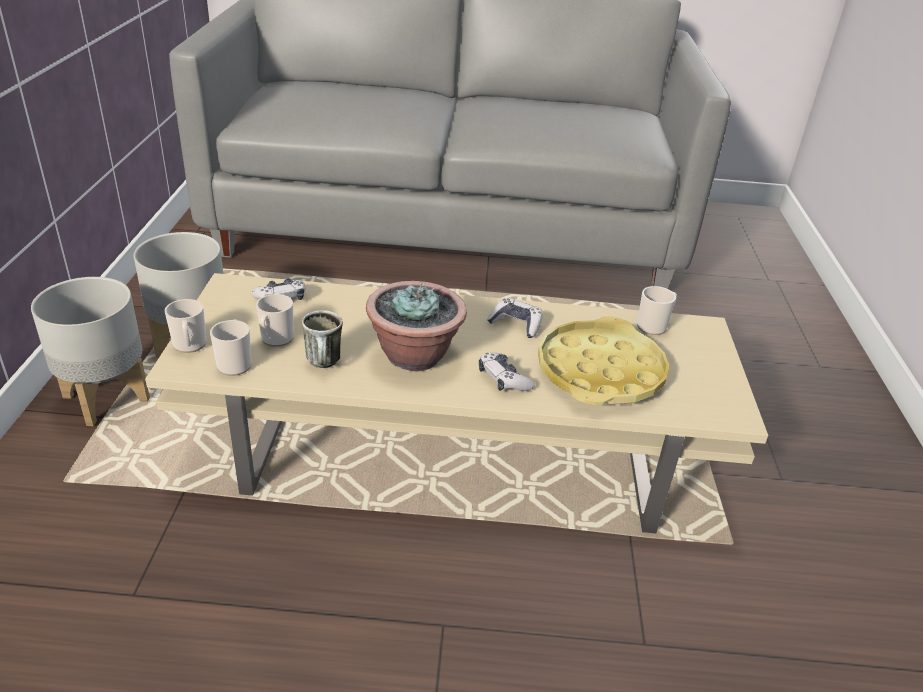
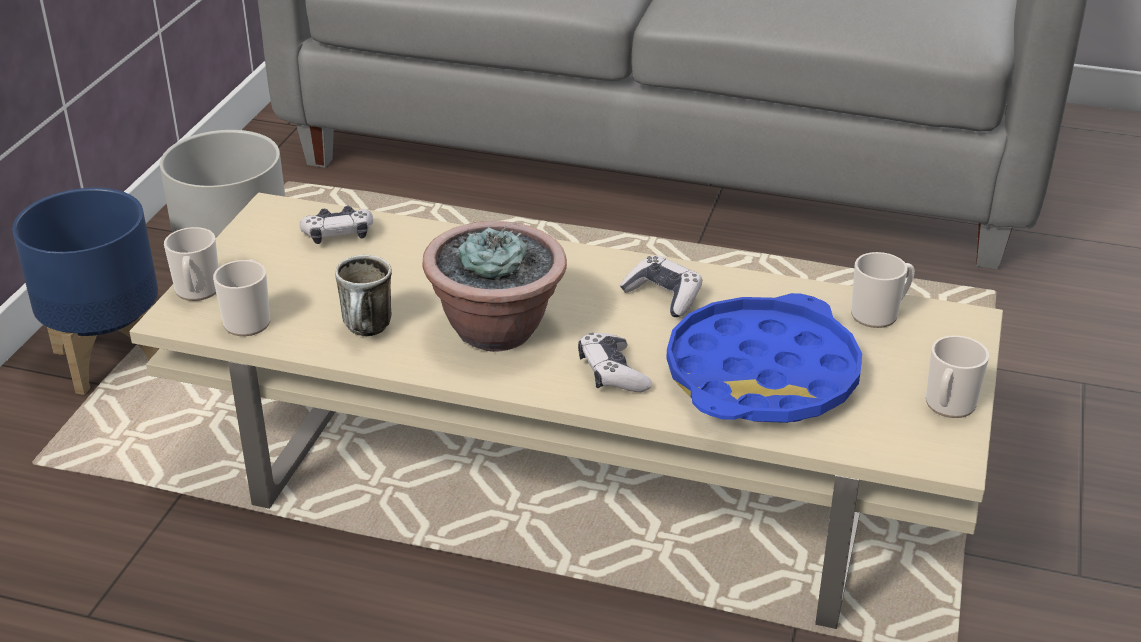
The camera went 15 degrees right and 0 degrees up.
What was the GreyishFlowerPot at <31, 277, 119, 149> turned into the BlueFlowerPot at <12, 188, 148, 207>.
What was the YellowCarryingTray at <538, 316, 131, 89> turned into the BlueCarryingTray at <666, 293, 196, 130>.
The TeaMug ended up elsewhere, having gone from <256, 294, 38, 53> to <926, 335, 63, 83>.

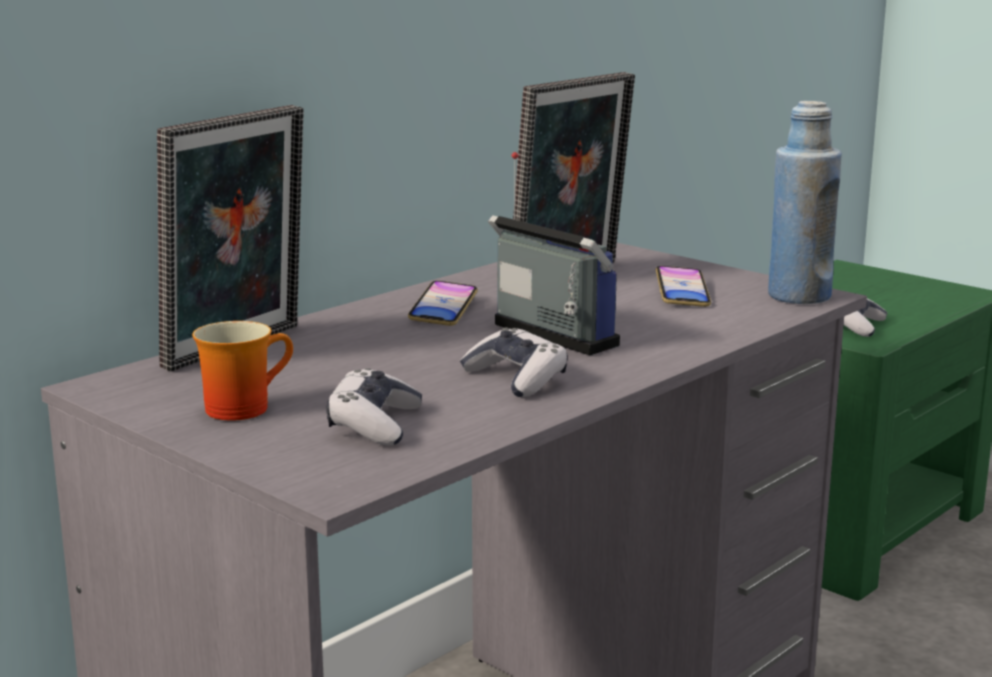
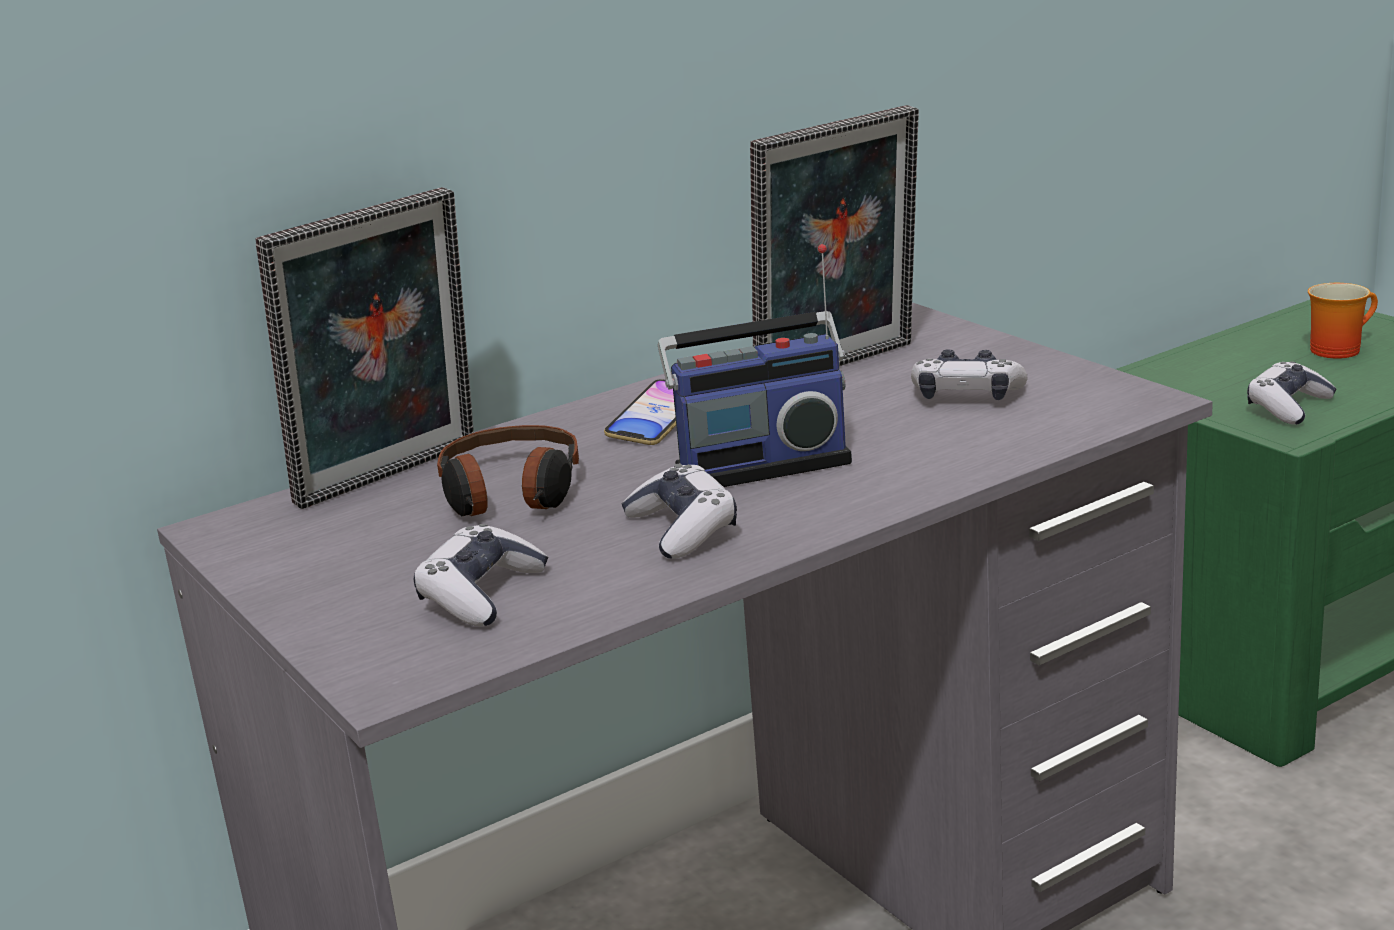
The camera went 15 degrees right and 5 degrees up.
The second view gained the PairOfHeadphones at <437, 425, 142, 91>.
The Radio at <488, 152, 132, 203> ended up facing another way, 105 degrees clockwise from before.
Where the Handset stood at <656, 266, 55, 41>, the Joypad came to stand at <911, 350, 116, 50>.
The TeaMug ended up elsewhere, having gone from <192, 321, 101, 100> to <1308, 283, 70, 76>.
The second view lost the BlueDrinkBottle at <768, 101, 74, 203>.

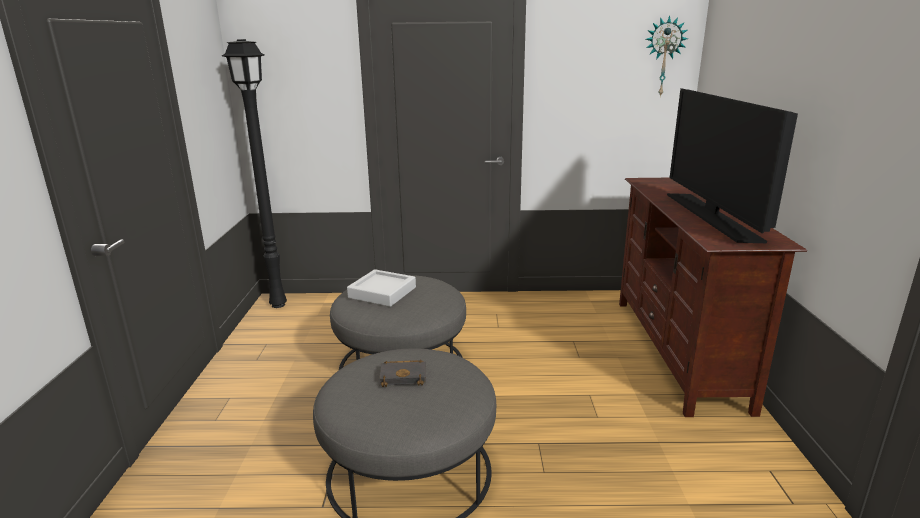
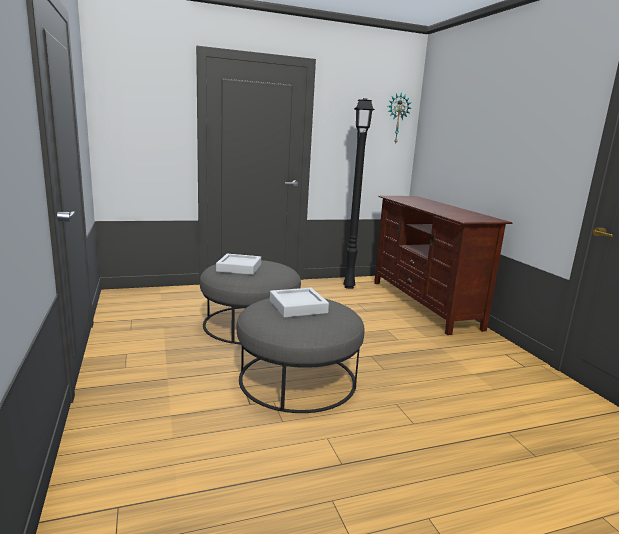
The camera went 20 degrees left and 5 degrees down.
Where the BlackColouredBook stood at <379, 360, 47, 27>, the GreyishCarryingTray came to stand at <270, 288, 59, 30>.
The BlackColouredStandardLamp ended up elsewhere, having gone from <222, 39, 65, 269> to <343, 98, 32, 191>.
The second view lost the Television at <667, 88, 131, 155>.

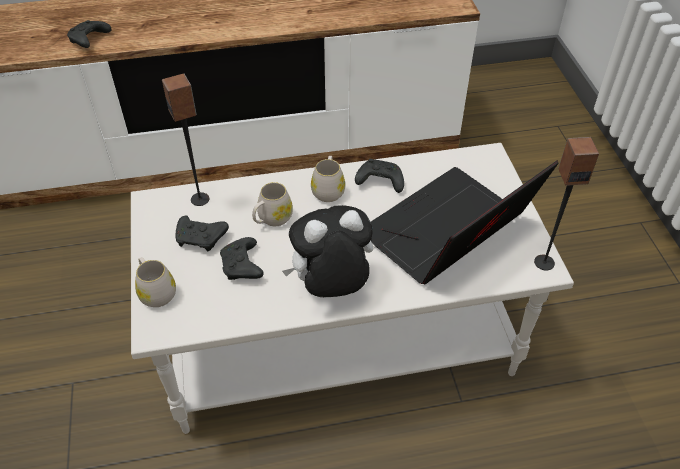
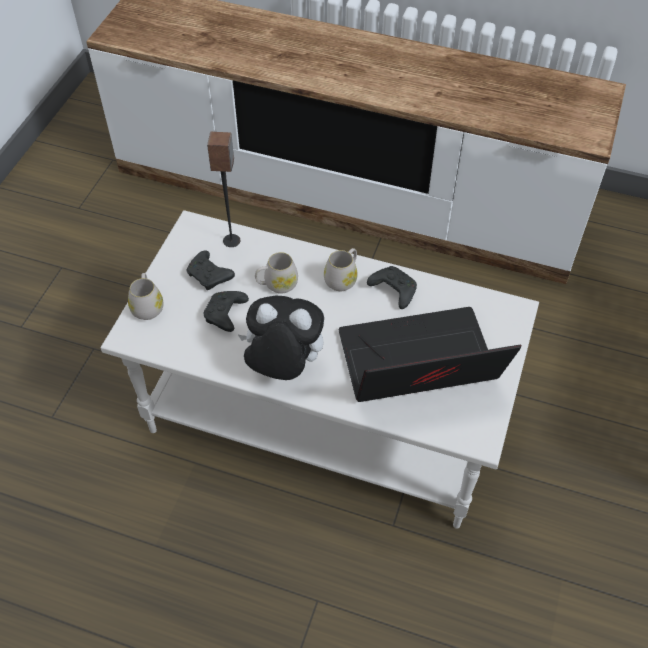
The camera went 30 degrees right and 5 degrees up.
The second view lost the BlackColouredJoypad at <67, 20, 44, 28>.
The second view lost the AudioSpeaker at <534, 137, 65, 133>.

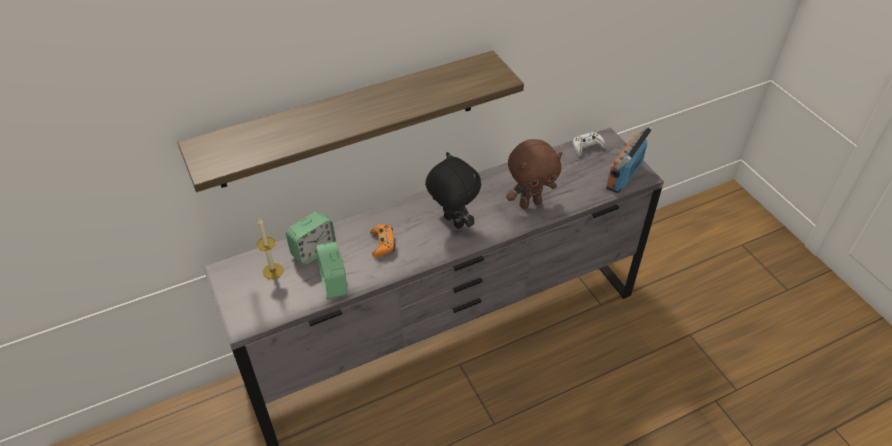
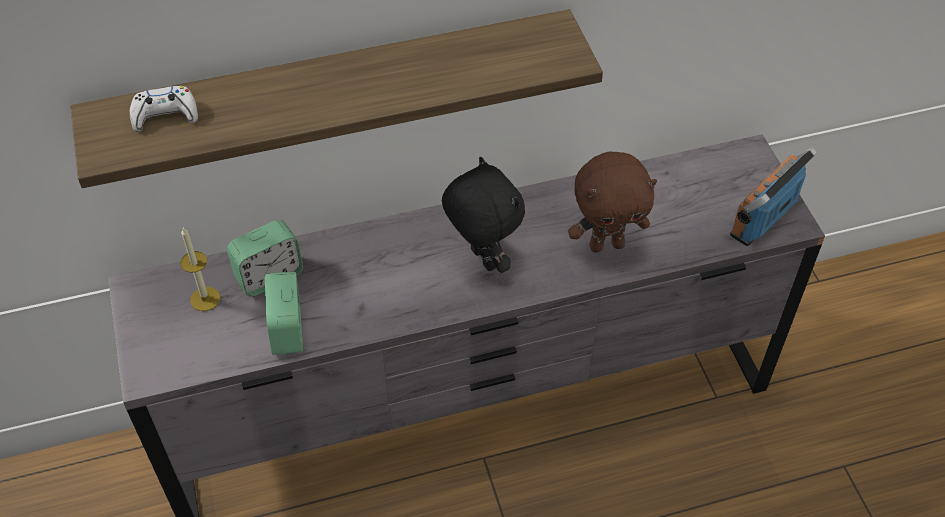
The camera went 10 degrees right and 5 degrees up.
The WhiteColouredJoypad ended up elsewhere, having gone from <573, 132, 33, 25> to <130, 86, 68, 46>.
The second view lost the OrangeyJoypad at <370, 224, 25, 34>.

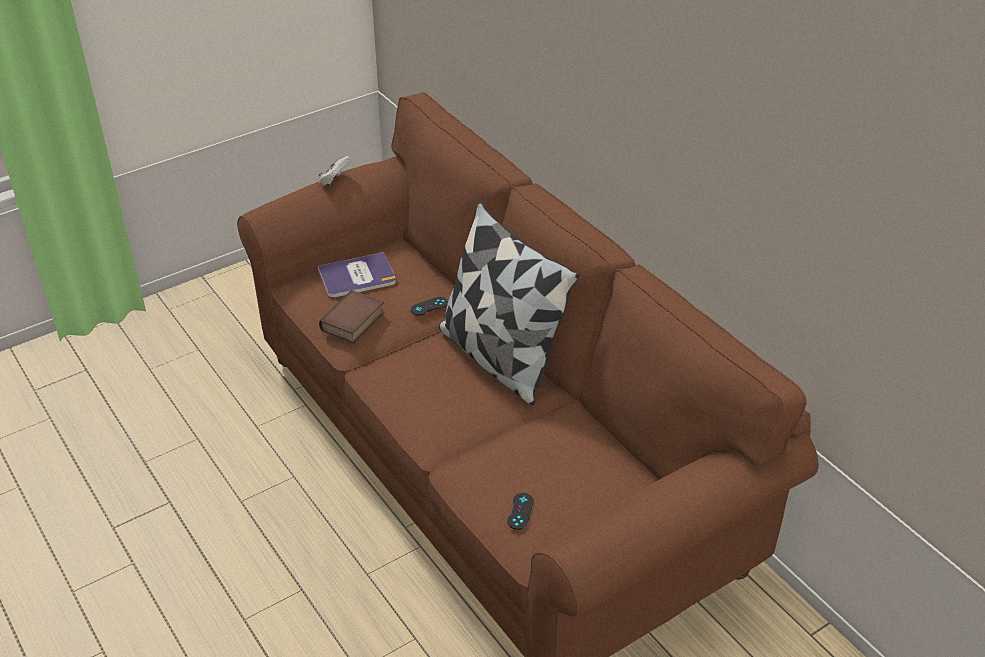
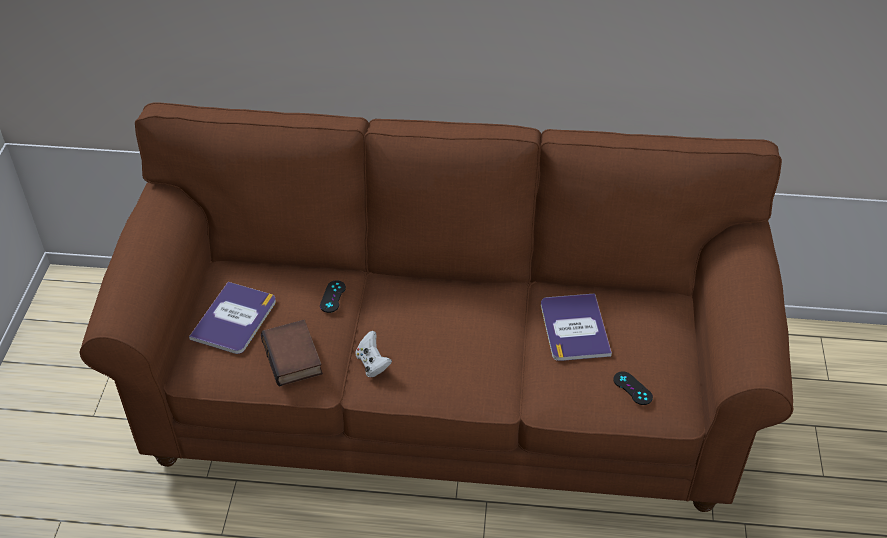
The camera went 50 degrees left and 5 degrees up.
The WhiteColouredJoypad ended up elsewhere, having gone from <318, 156, 33, 29> to <355, 331, 37, 47>.
The second view gained the Book at <541, 293, 71, 68>.
The second view lost the ThrowPillow at <439, 202, 140, 203>.

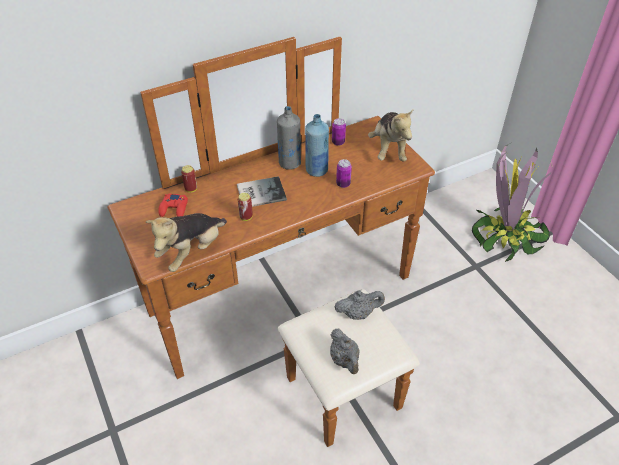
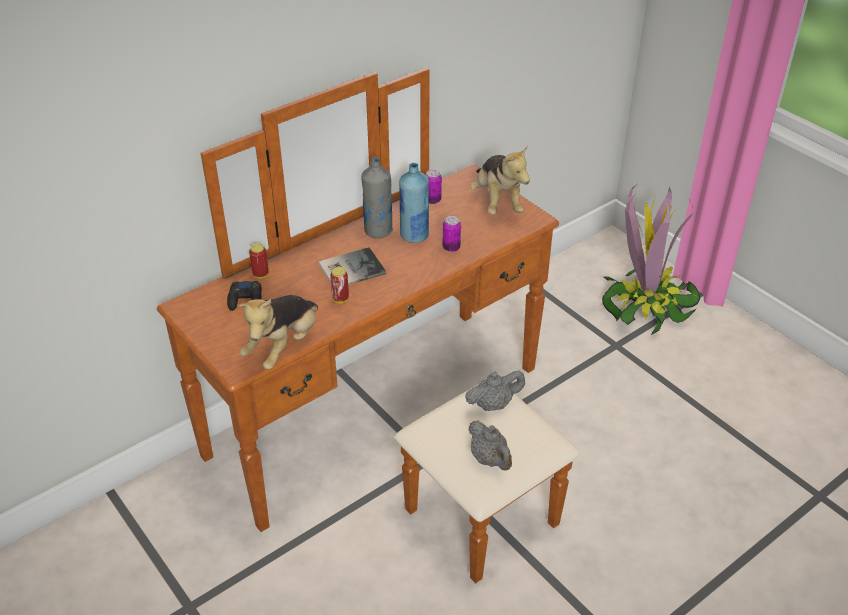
The camera went 10 degrees left and 5 degrees down.
What was the RedColouredJoypad at <158, 193, 30, 24> turned into the BlackColouredJoypad at <227, 281, 35, 30>.

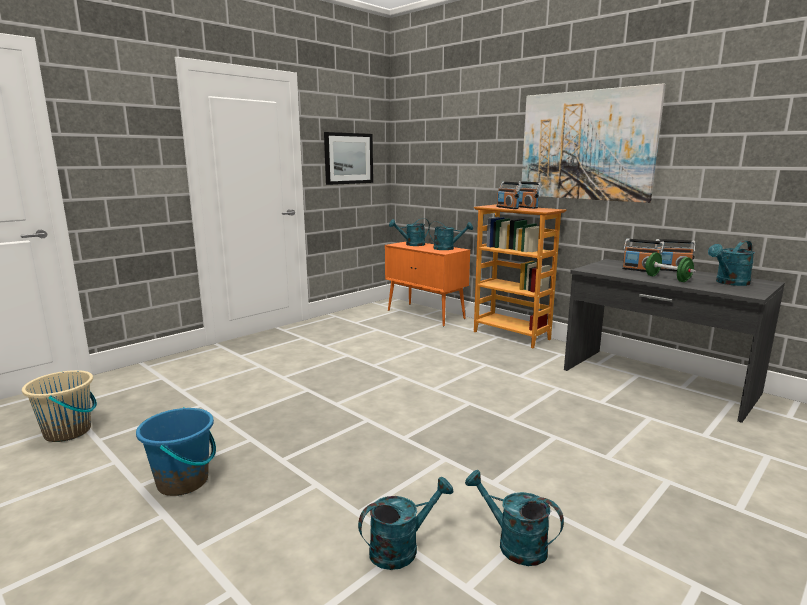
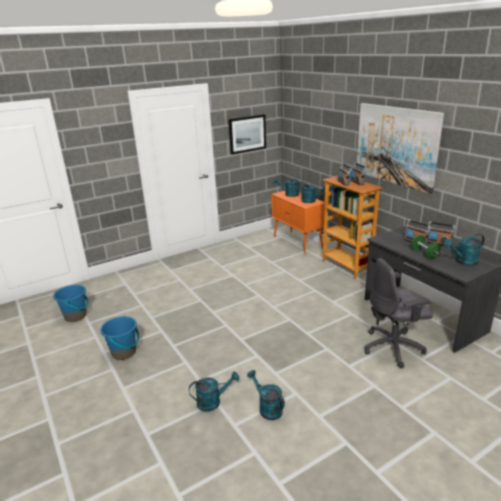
The camera went 15 degrees right and 10 degrees up.
What was the BeigeWaterBucket at <22, 370, 75, 72> turned into the BlueWaterBucket at <53, 285, 36, 37>.
The second view gained the GreyishDeskChair at <365, 258, 68, 110>.

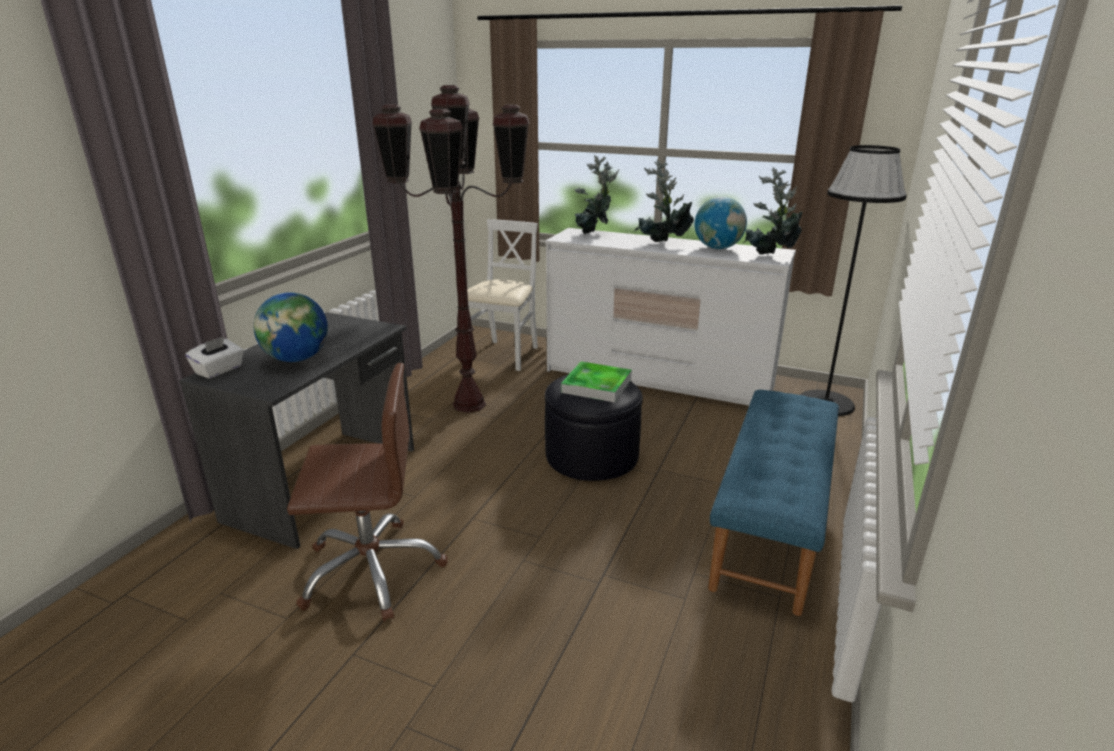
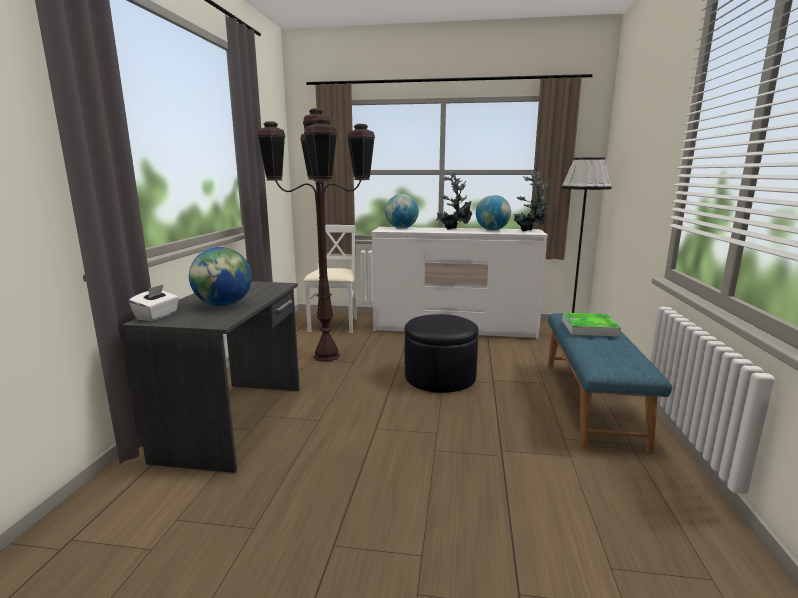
The camera went 15 degrees left and 10 degrees down.
Where the PottedPlant stood at <575, 155, 45, 79>, the WorldGlobe came to stand at <385, 194, 34, 35>.
The CarryingTray ended up elsewhere, having gone from <561, 361, 71, 42> to <562, 313, 59, 24>.
The second view lost the BrownishDeskChair at <287, 363, 160, 258>.

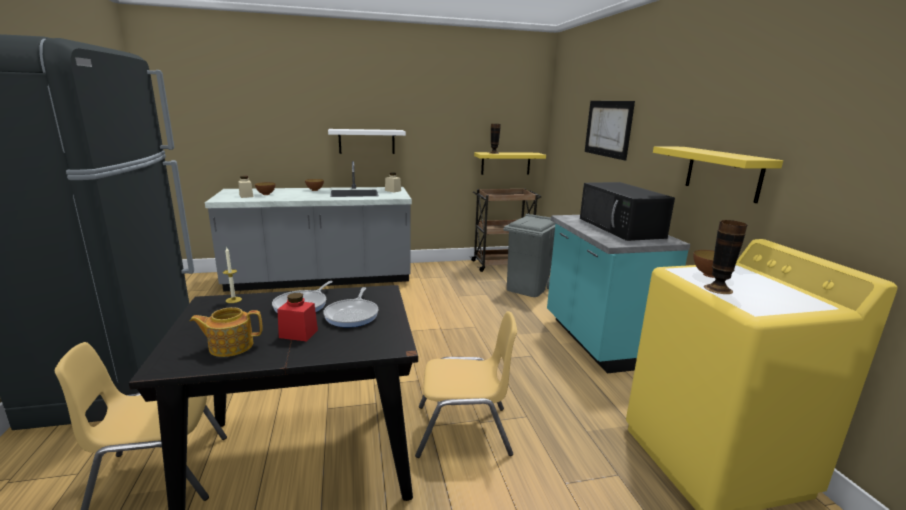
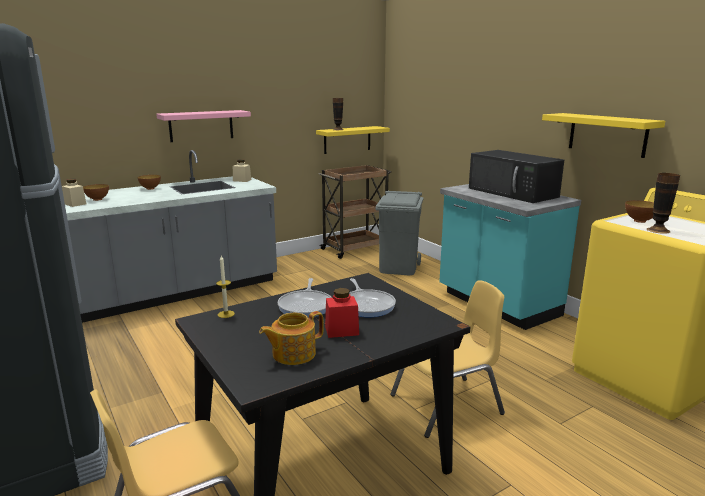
The camera went 20 degrees left and 0 degrees up.
What was the WhiteColouredWallShelf at <328, 129, 78, 25> turned into the PinkColouredWallShelf at <156, 110, 95, 32>.
The second view lost the Picture at <585, 101, 50, 60>.

